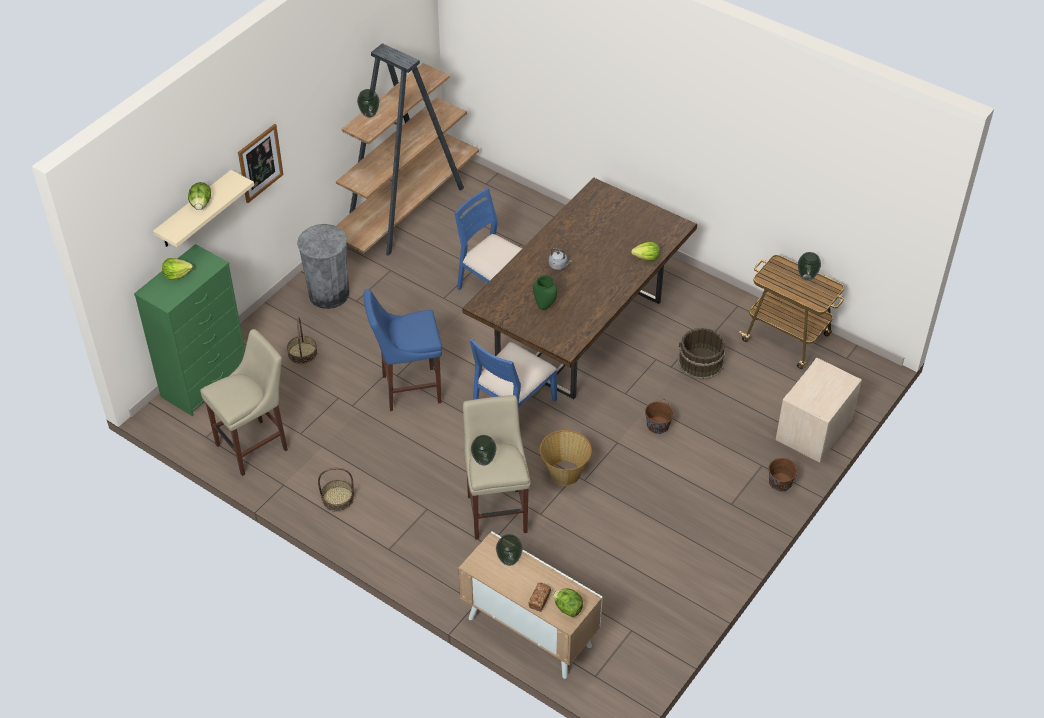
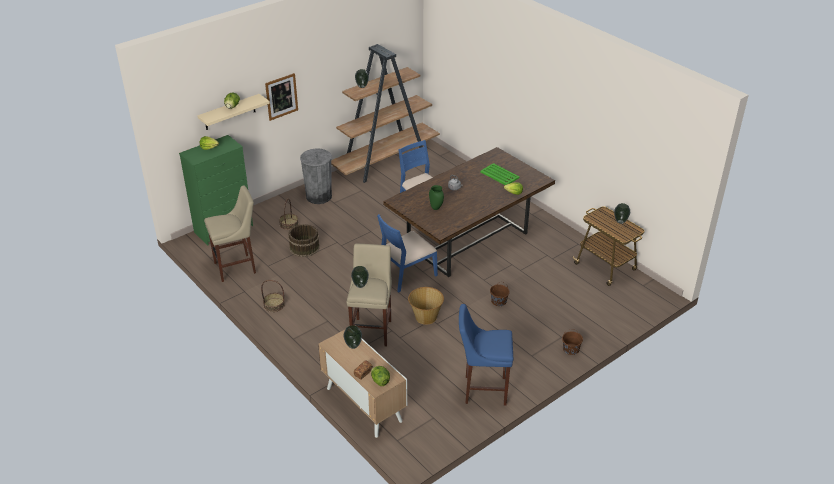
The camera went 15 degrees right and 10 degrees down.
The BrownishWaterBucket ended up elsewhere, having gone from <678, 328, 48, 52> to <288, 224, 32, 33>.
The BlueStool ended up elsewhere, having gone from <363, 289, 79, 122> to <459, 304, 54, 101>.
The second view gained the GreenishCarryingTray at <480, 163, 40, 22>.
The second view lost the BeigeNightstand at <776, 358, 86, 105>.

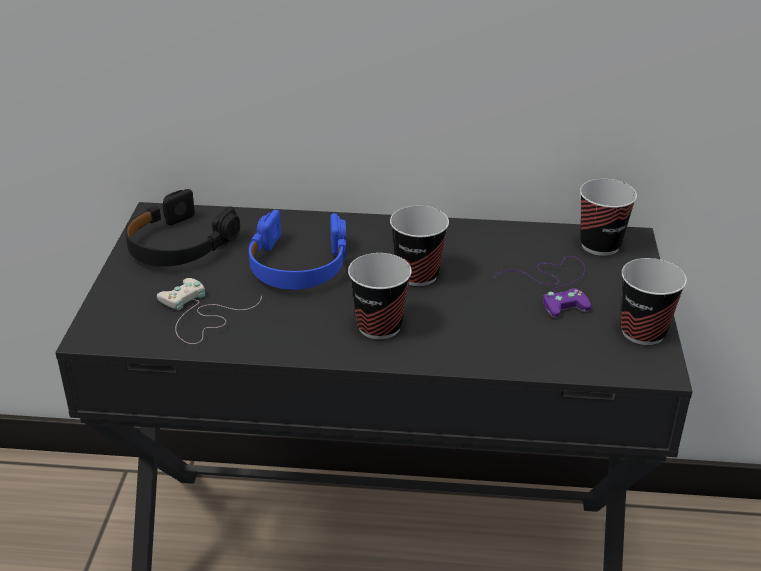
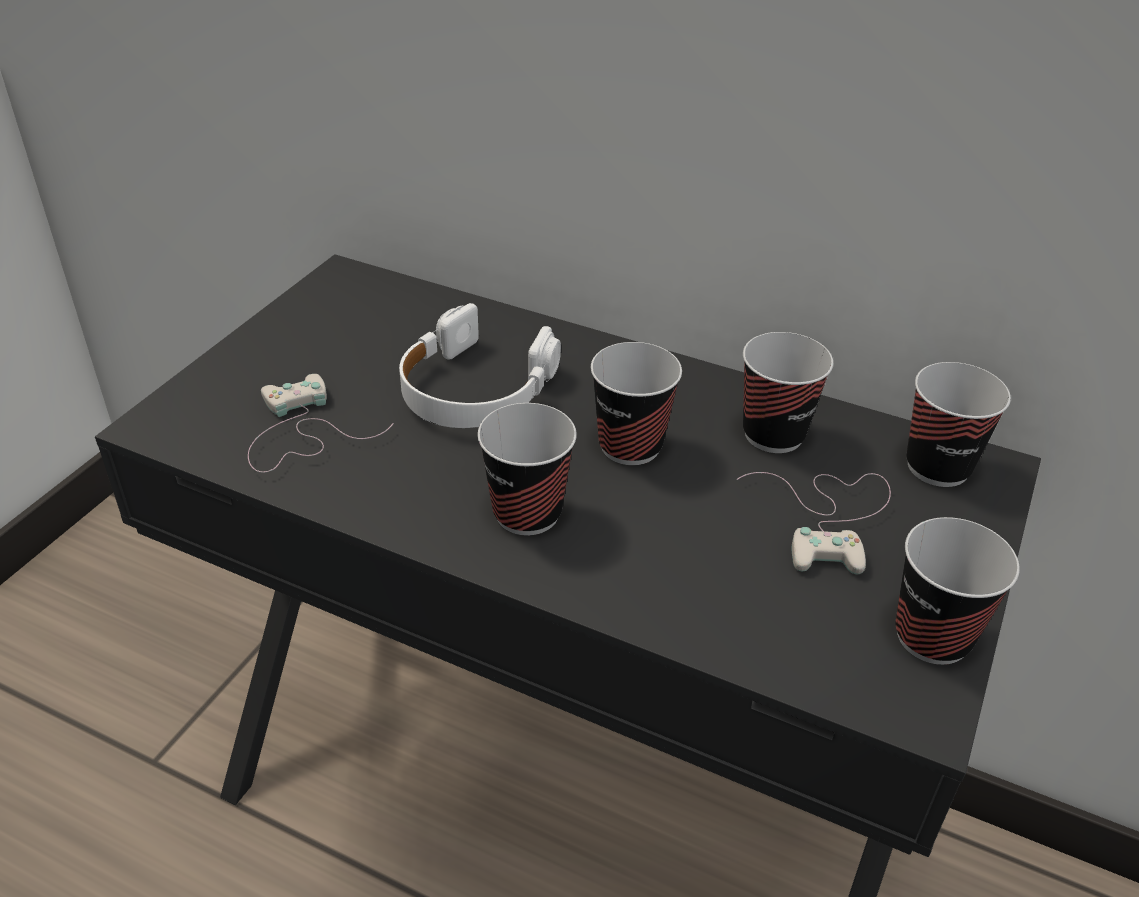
The camera went 20 degrees right and 5 degrees up.
What was the BluePairOfHeadphones at <248, 210, 98, 80> turned into the WhiteColouredPairOfHeadphones at <399, 303, 162, 125>.
What was the PurplishJoypad at <494, 256, 97, 62> turned into the WhiteColouredJoypad at <737, 472, 154, 102>.
The second view gained the DrinkingCup at <743, 332, 90, 121>.
The second view lost the BlackColouredPairOfHeadphones at <125, 189, 115, 78>.

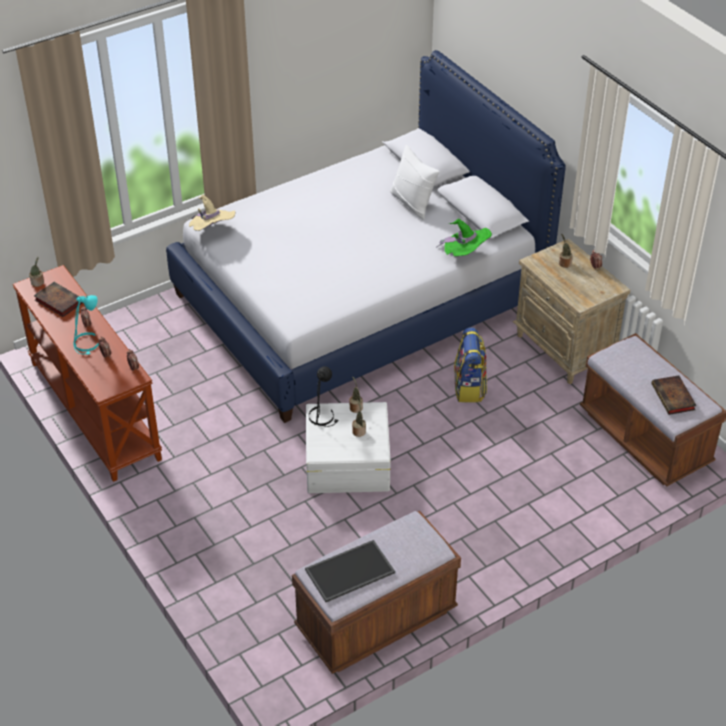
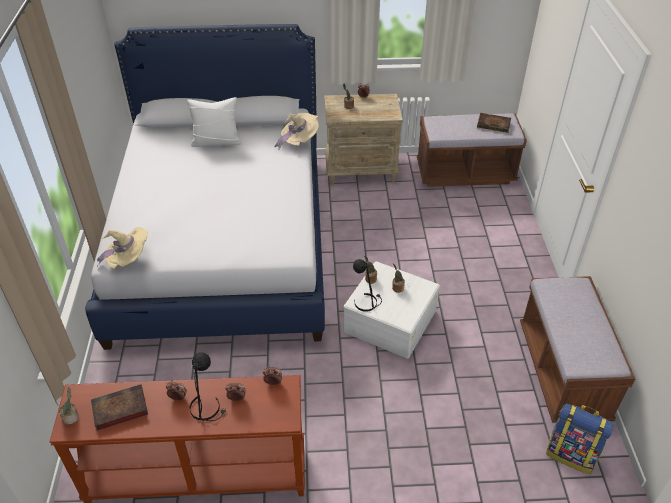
The camera went 60 degrees left and 0 degrees up.
What was the TurquoiseTabletopLamp at <74, 295, 25, 60> turned into the BlackColouredTabletopLamp at <190, 352, 36, 69>.
What was the GreenishClothingHat at <436, 219, 56, 37> turned into the BeigeClothingHat at <274, 113, 45, 38>.
The Backpack ended up elsewhere, having gone from <454, 327, 33, 76> to <546, 403, 67, 71>.
The second view lost the CarryingTray at <305, 540, 90, 62>.

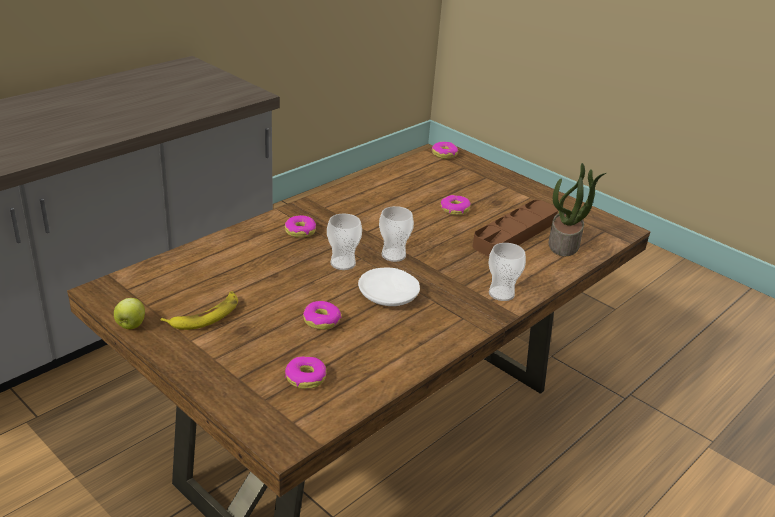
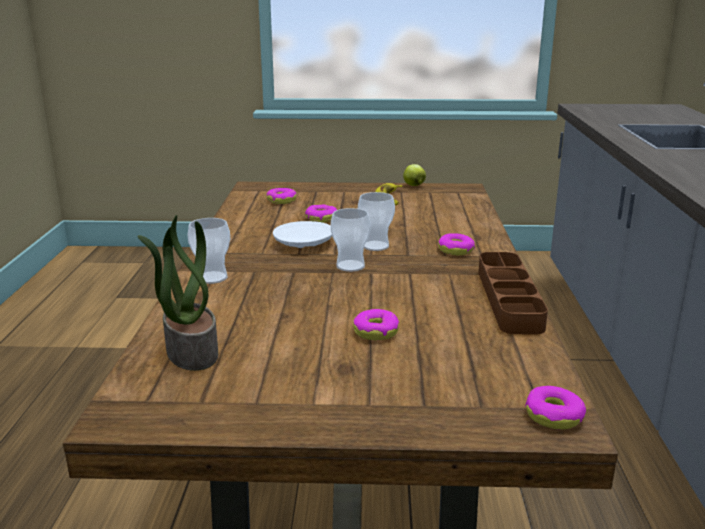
The camera went 140 degrees right and 10 degrees down.
The BrownishCarryingTray ended up elsewhere, having gone from <473, 200, 85, 57> to <478, 252, 70, 82>.

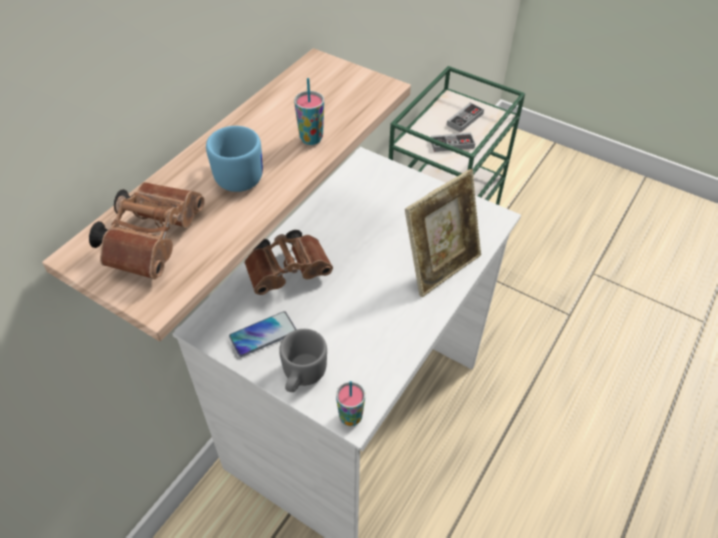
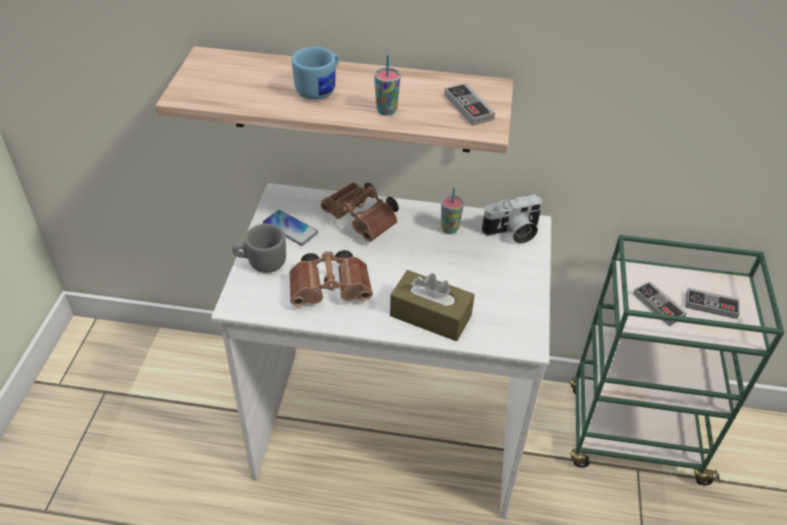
The camera went 65 degrees right and 5 degrees down.
The BrownishBinoculars ended up elsewhere, having gone from <89, 182, 116, 97> to <289, 250, 84, 56>.
Where the PhotoFrame stood at <405, 169, 76, 128>, the BrownishTissueHolder came to stand at <390, 270, 85, 71>.
The DrinkingCup ended up elsewhere, having gone from <336, 381, 29, 45> to <441, 187, 23, 47>.
The second view gained the Joypad at <444, 83, 51, 43>.
The second view gained the StillCamera at <482, 194, 60, 49>.

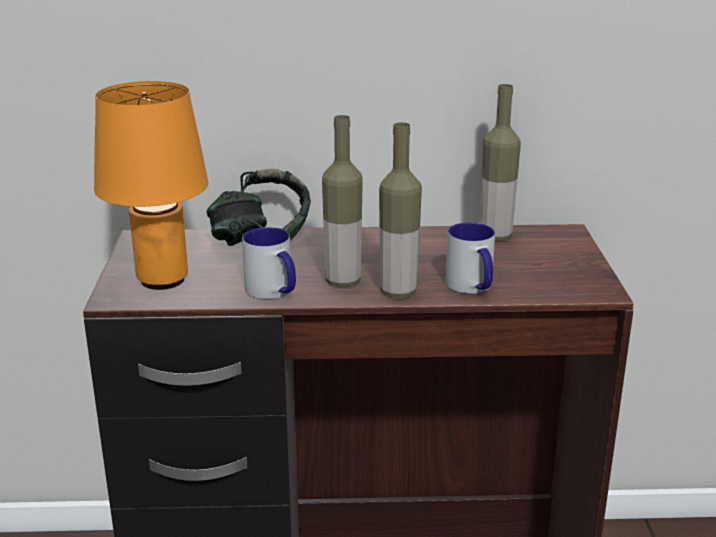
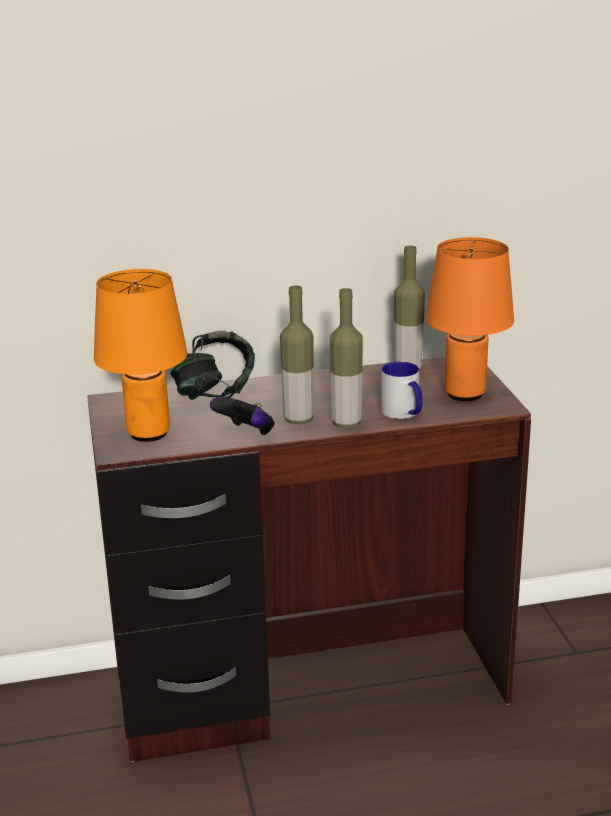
The camera went 10 degrees left and 0 degrees up.
Where the TeaMug stood at <242, 227, 54, 72>, the Joypad came to stand at <210, 397, 65, 39>.
The second view gained the OrangeyTabletopLamp at <426, 237, 88, 164>.

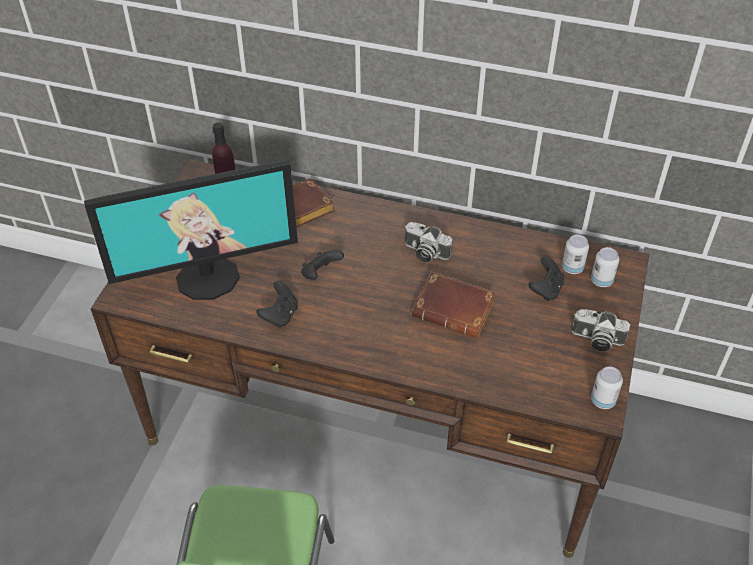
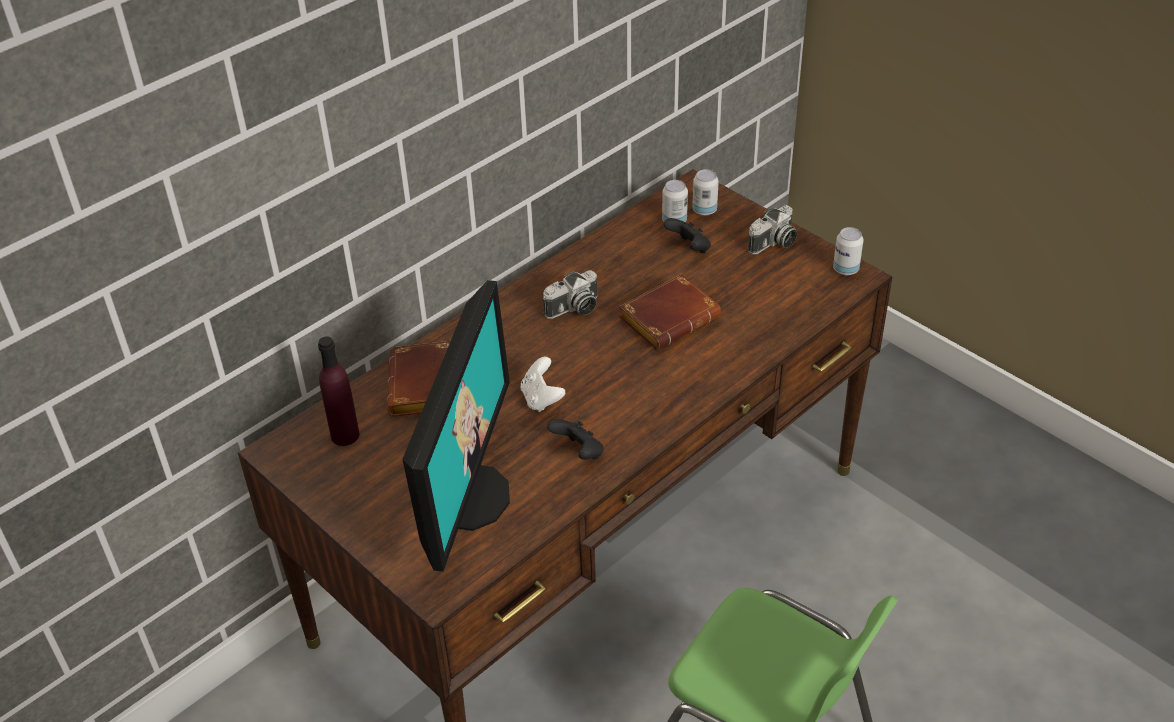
The camera went 60 degrees left and 5 degrees down.
What was the BlackColouredJoypad at <301, 250, 43, 30> turned into the WhiteColouredJoypad at <521, 357, 44, 55>.

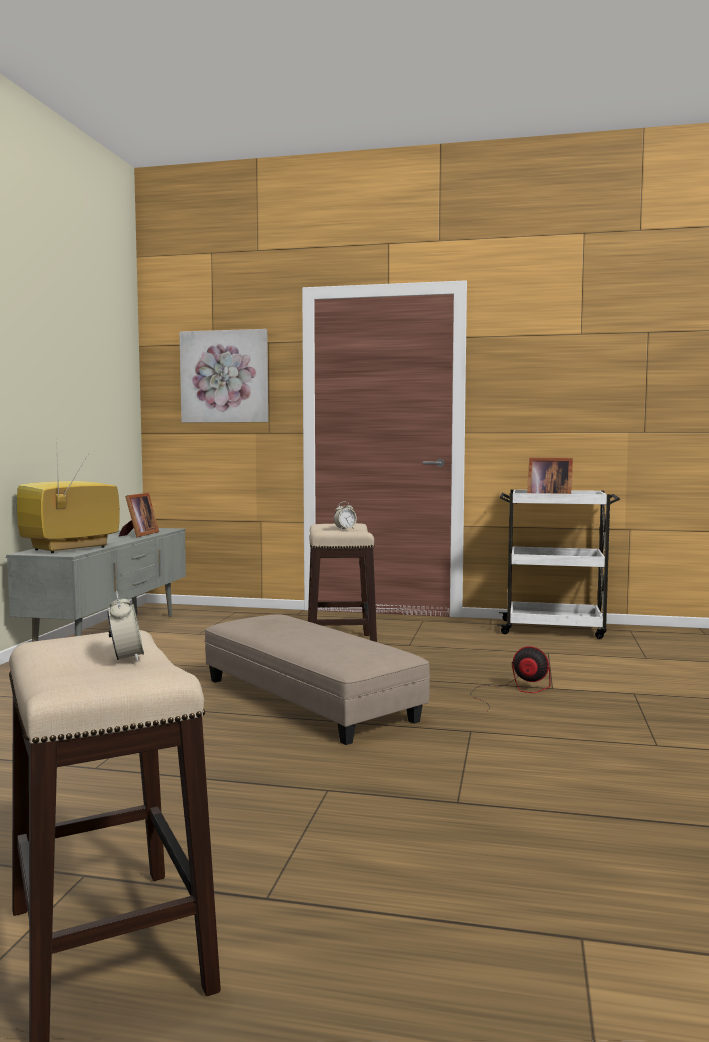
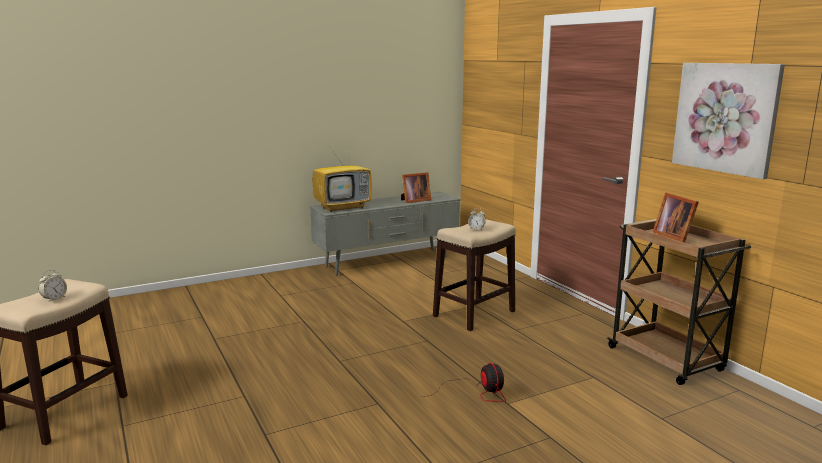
The camera went 50 degrees right and 10 degrees up.
The Television at <17, 440, 103, 113> ended up facing another way, 150 degrees clockwise from before.
What was the WhiteColouredCart at <497, 489, 123, 150> turned into the BrownishCart at <607, 219, 144, 166>.
The Picture ended up elsewhere, having gone from <179, 329, 89, 94> to <672, 63, 113, 116>.
The second view lost the BeigeOttoman at <205, 614, 225, 131>.

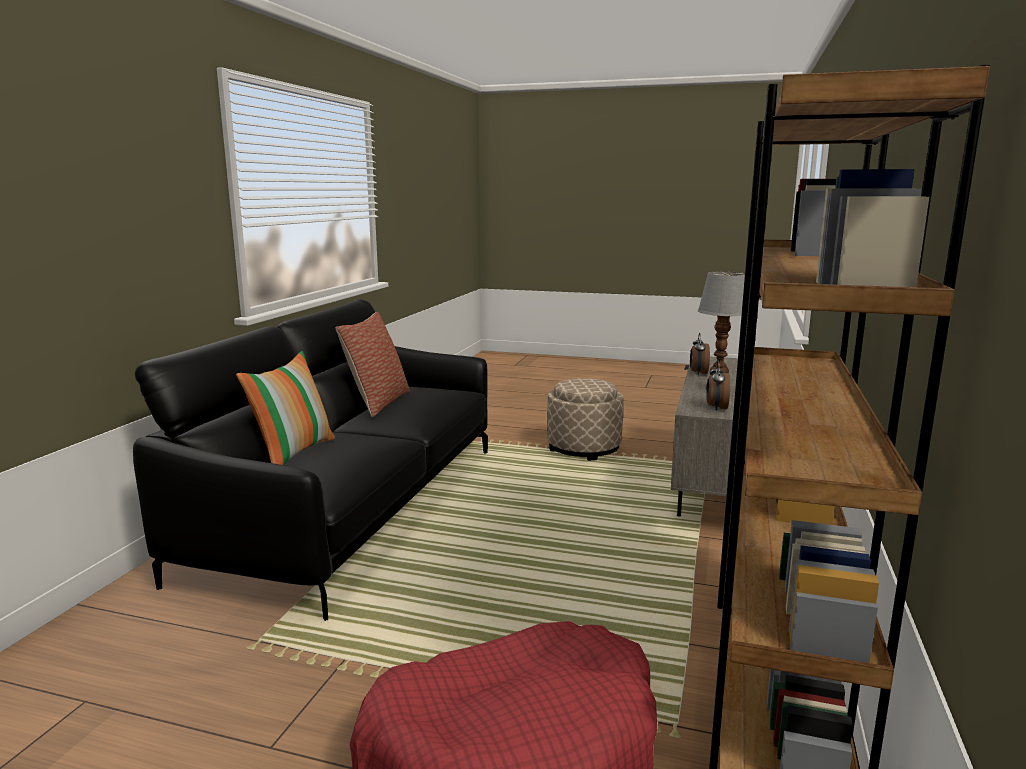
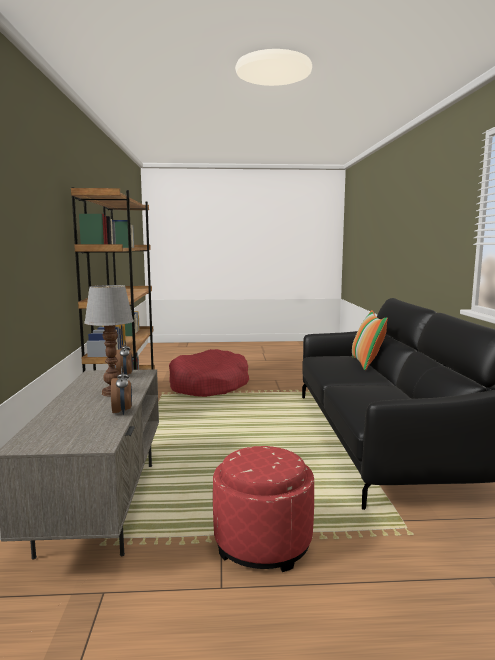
The camera went 160 degrees right and 5 degrees down.
What was the BeigeOttoman at <547, 378, 76, 83> turned into the RedColouredOttoman at <213, 446, 101, 126>.
The second view lost the ThrowPillow at <336, 312, 74, 105>.

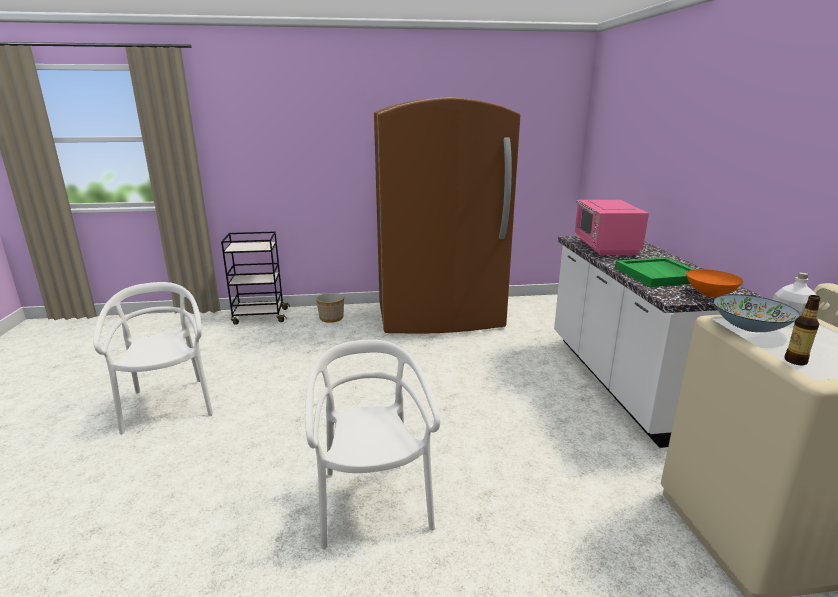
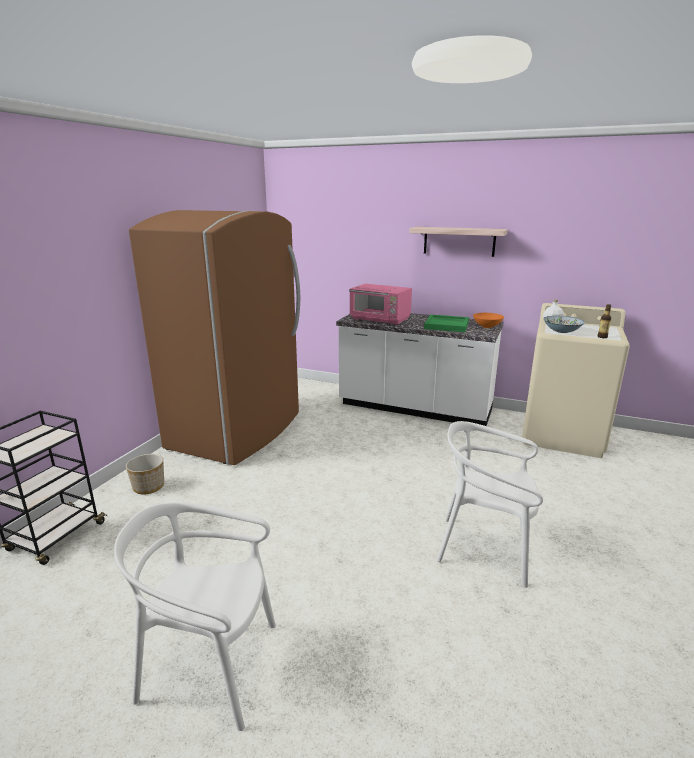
The camera went 60 degrees left and 0 degrees up.
The second view gained the WallShelf at <409, 227, 99, 30>.

